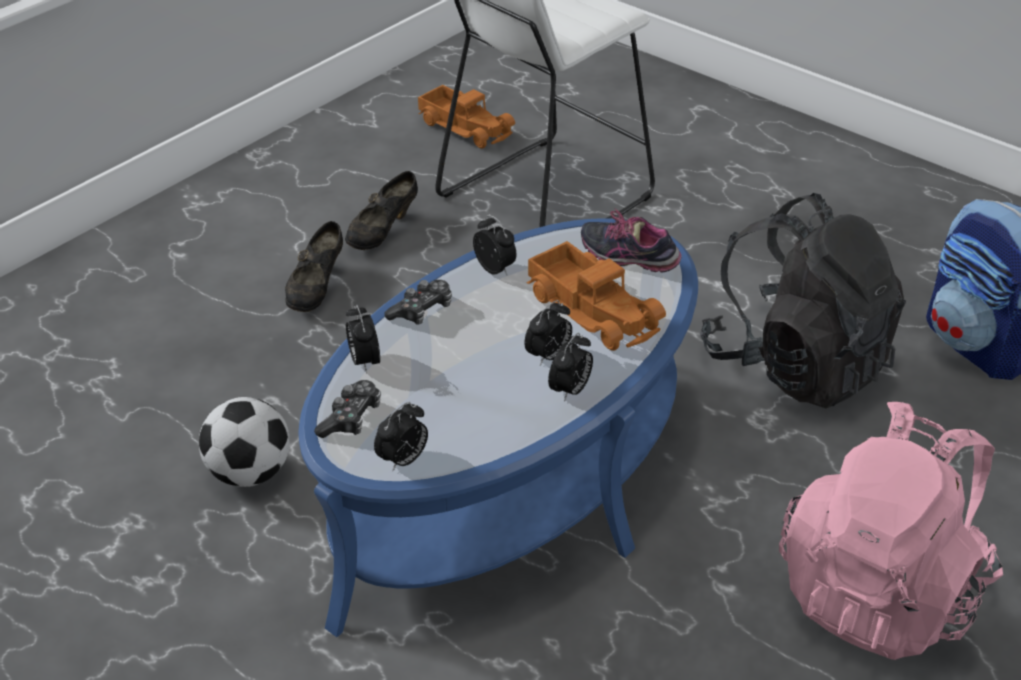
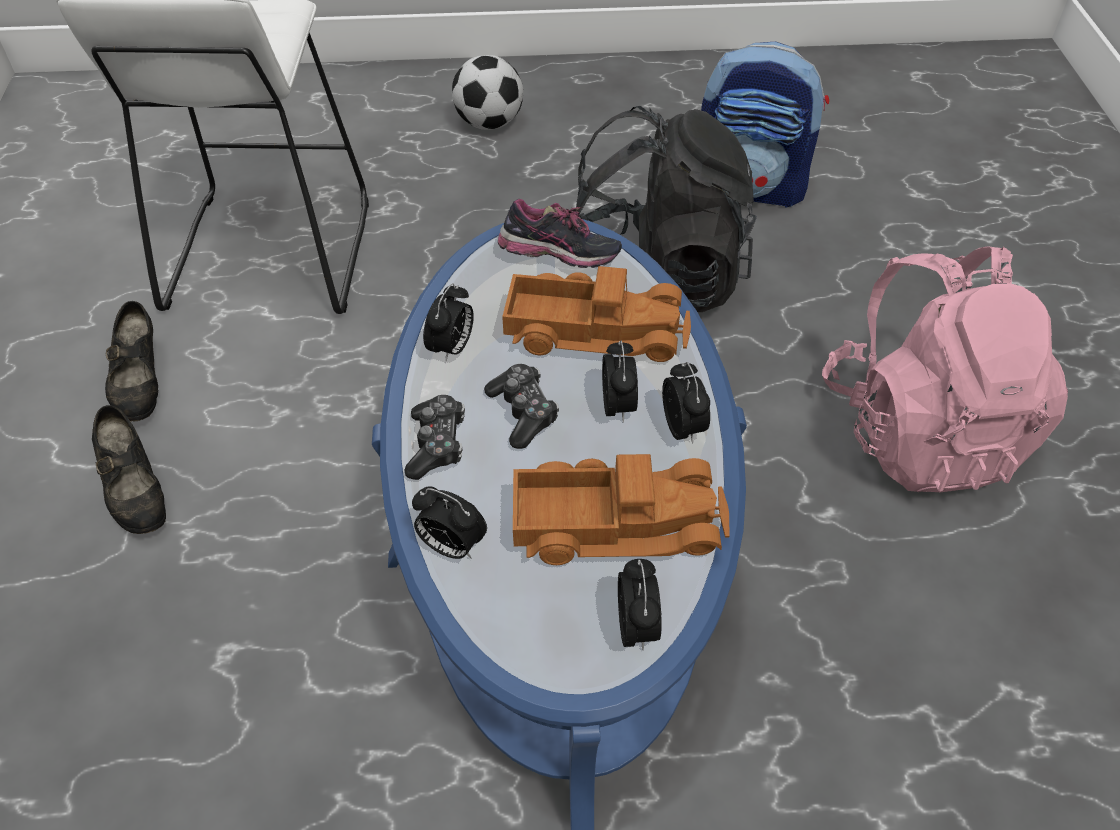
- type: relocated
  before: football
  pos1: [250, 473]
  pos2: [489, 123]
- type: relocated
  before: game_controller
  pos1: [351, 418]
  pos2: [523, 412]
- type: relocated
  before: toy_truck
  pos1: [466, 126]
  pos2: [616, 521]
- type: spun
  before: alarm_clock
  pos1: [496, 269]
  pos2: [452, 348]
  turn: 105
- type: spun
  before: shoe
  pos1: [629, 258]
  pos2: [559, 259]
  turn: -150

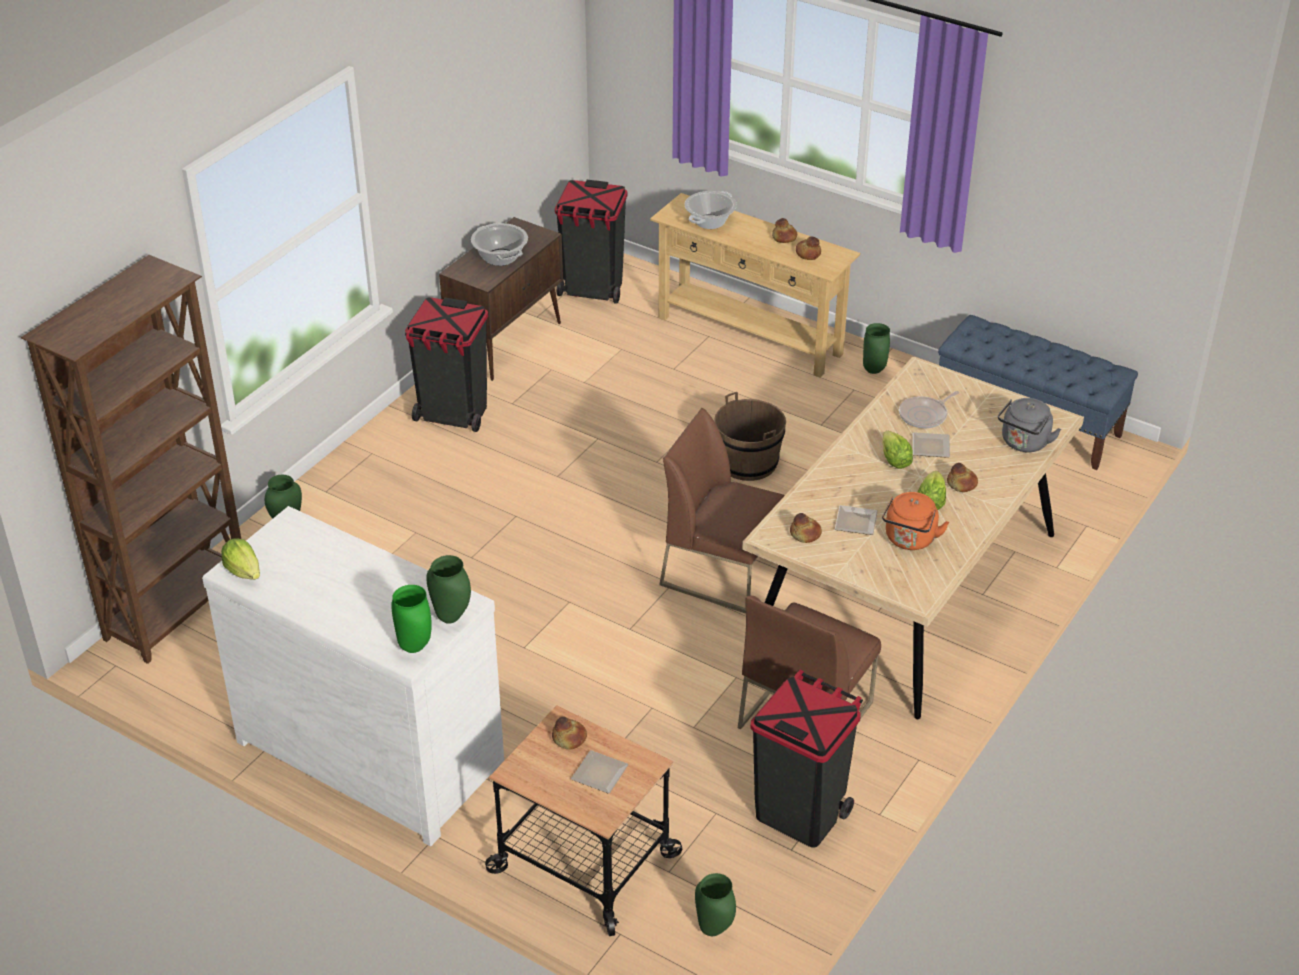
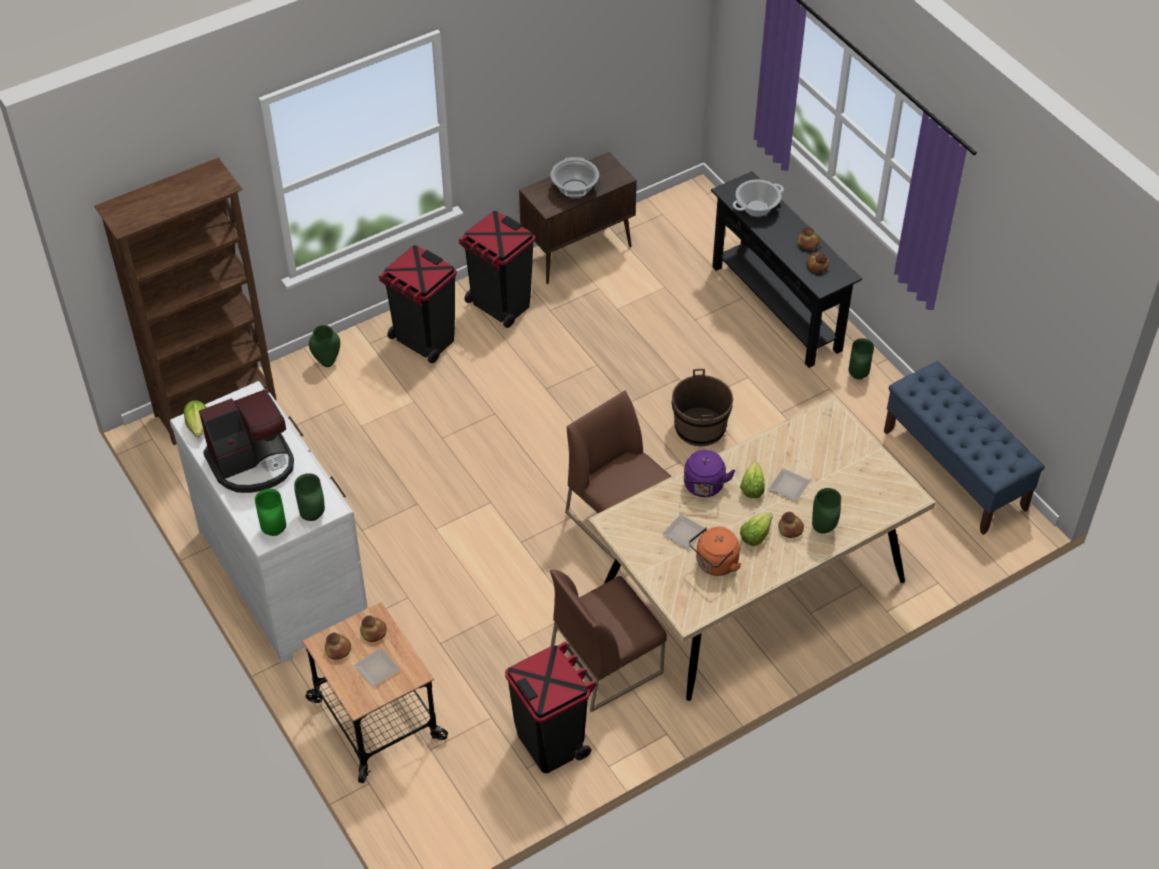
- type: missing
  before: frying_pan
  pos1: [925, 415]
- type: missing
  before: grey_kettle
  pos1: [1024, 443]
- type: appeared
  after: coffee_machine
  pos2: [253, 463]
- type: appeared
  after: purple_kettle
  pos2: [704, 487]
- type: relocated
  before: black_trash_can
  pos1: [592, 290]
  pos2: [424, 340]
- type: relocated
  before: green_vase
  pos1: [713, 930]
  pos2: [822, 529]
- type: relocated
  before: bread
  pos1: [805, 534]
  pos2: [337, 649]
- type: colour
  before: beige_console_table
  after: black_console_table
  pos1: [750, 335]
  pos2: [776, 308]

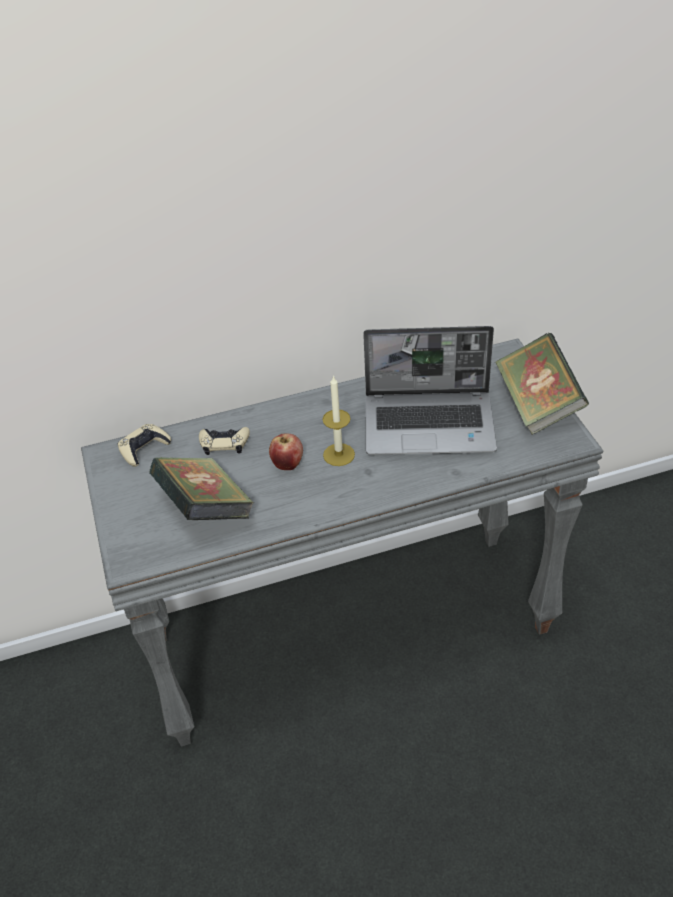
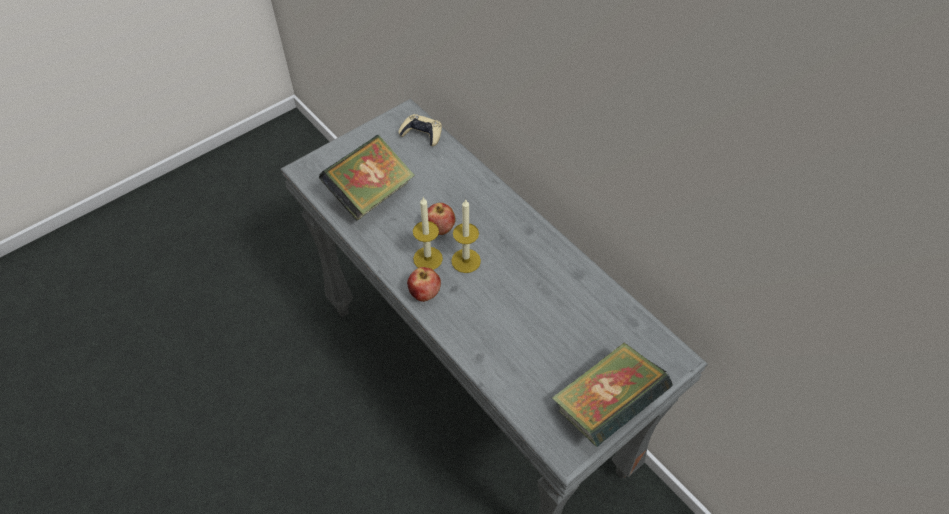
- type: missing
  before: beige_game_controller
  pos1: [224, 443]
- type: missing
  before: laptop
  pos1: [430, 424]
- type: appeared
  after: apple
  pos2: [424, 294]
- type: appeared
  after: candle
  pos2: [428, 258]

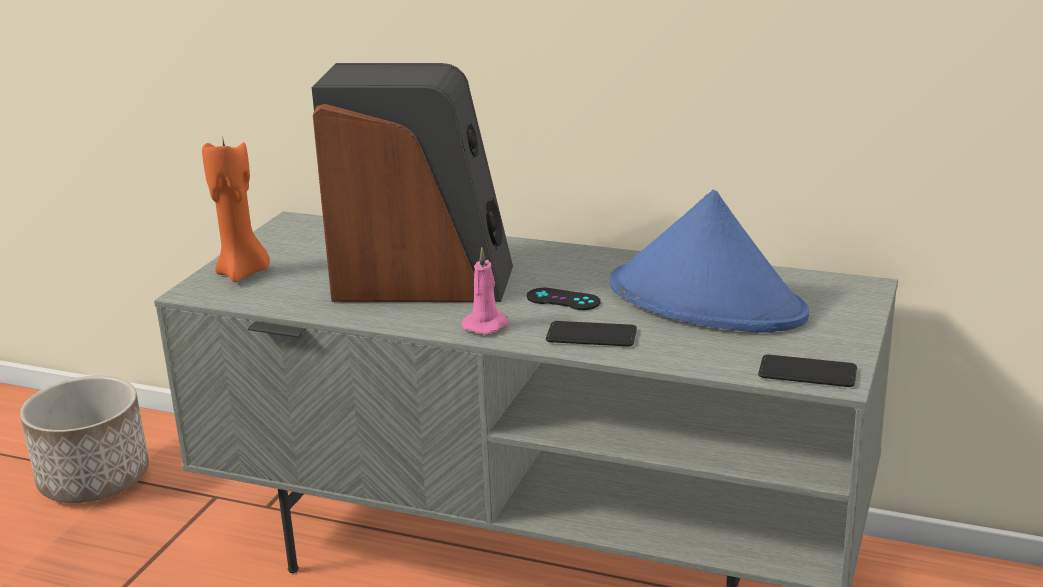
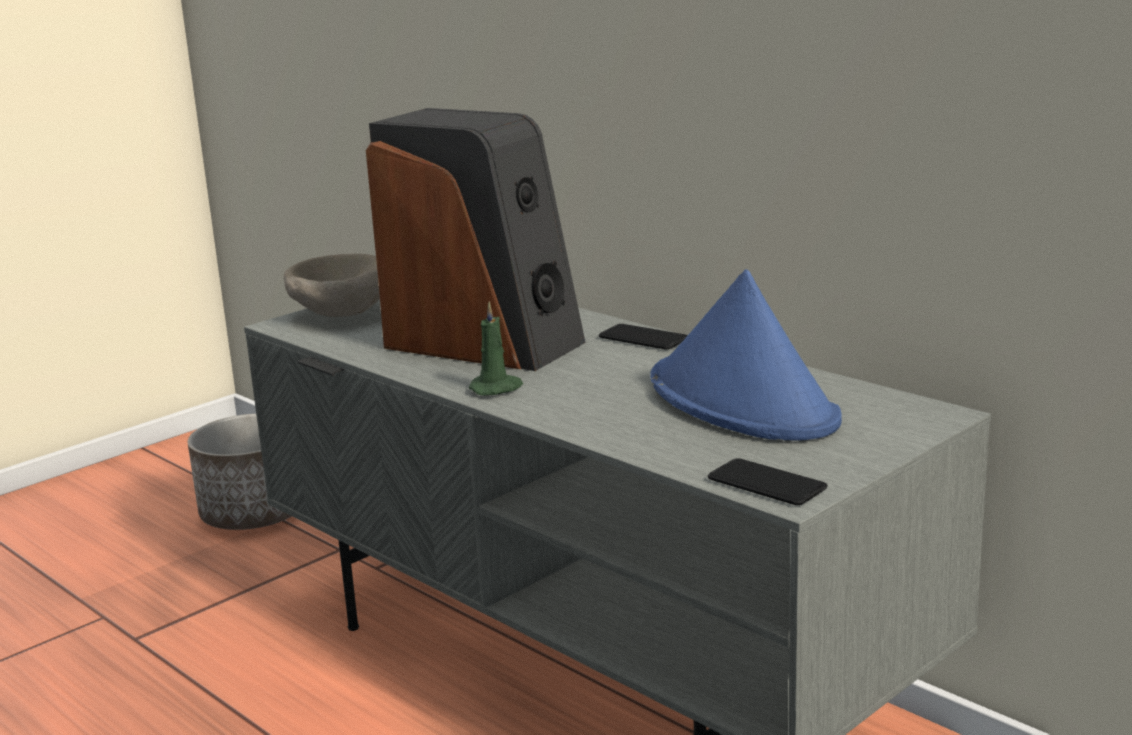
- type: missing
  before: black_game_controller
  pos1: [563, 300]
- type: relocated
  before: phone
  pos1: [591, 335]
  pos2: [643, 338]
- type: exchanged
  before: orange_candle
  after: beige_bowl
  pos1: [243, 273]
  pos2: [340, 315]
- type: colour
  before: pink_candle
  after: green_candle
  pos1: [487, 325]
  pos2: [497, 388]

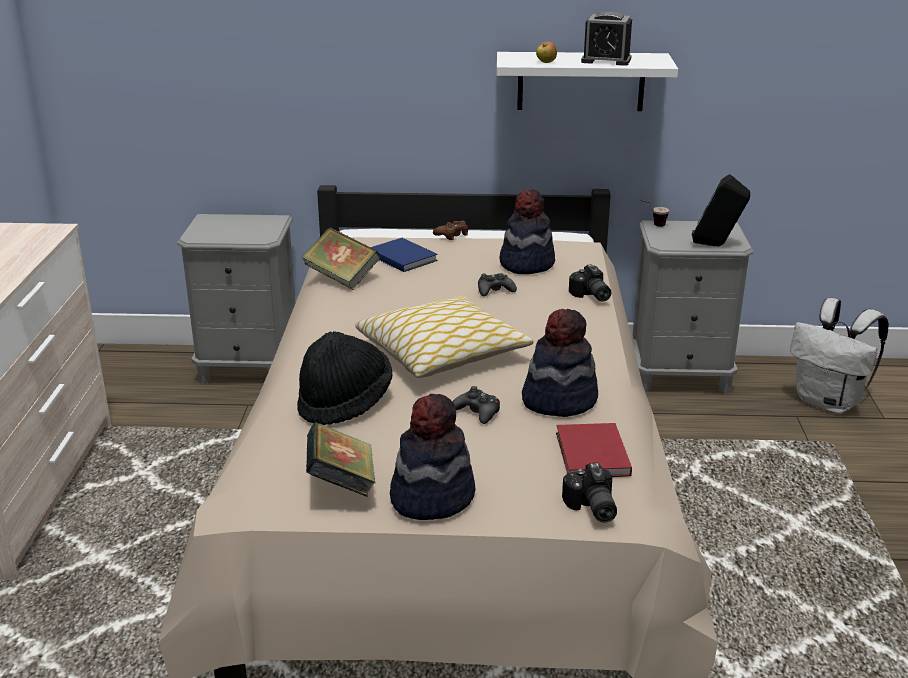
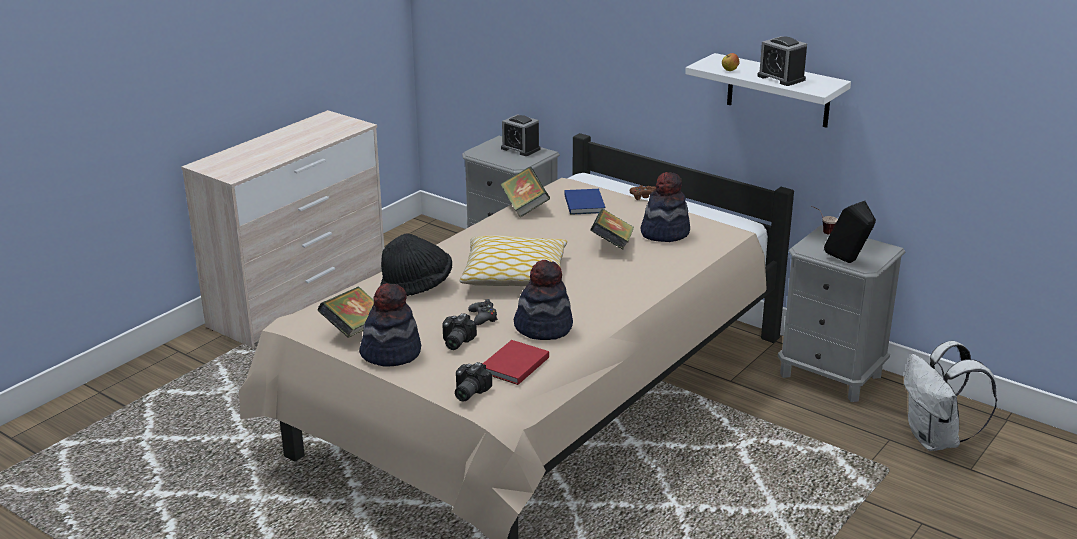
- type: appeared
  after: alarm_clock
  pos2: [520, 149]
- type: relocated
  before: photo_camera
  pos1: [590, 296]
  pos2: [455, 342]
- type: exchanged
  before: black_game_controller
  after: book
  pos1: [495, 290]
  pos2: [612, 245]

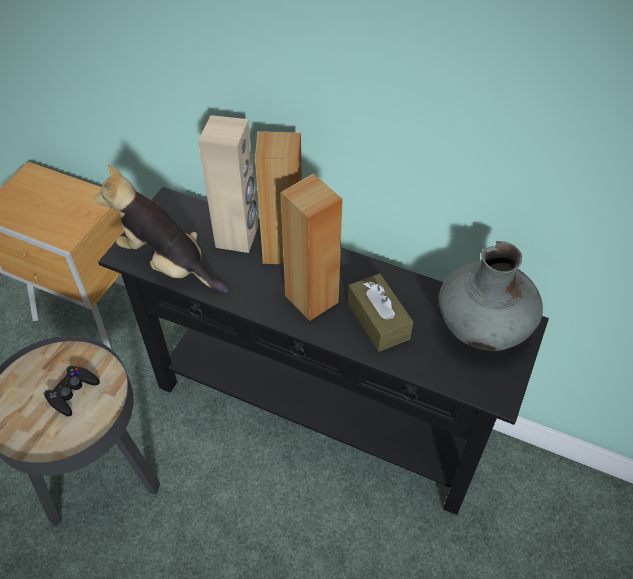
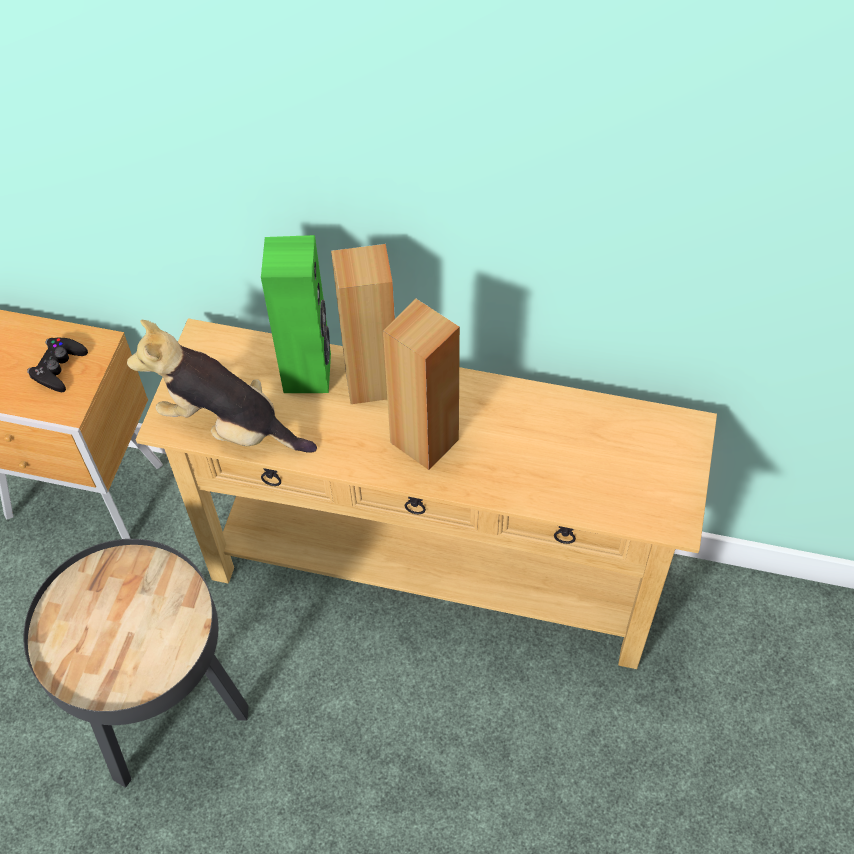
- type: missing
  before: brown_tissue_box
  pos1: [378, 320]
- type: missing
  before: grey_vase
  pos1: [483, 328]
- type: relocated
  before: black_game_controller
  pos1: [72, 392]
  pos2: [59, 368]
- type: colour
  before: black_console_table
  after: beige_console_table
  pos1: [317, 413]
  pos2: [432, 574]
- type: colour
  before: beige_speaker
  after: green_speaker
  pos1: [237, 236]
  pos2: [308, 373]

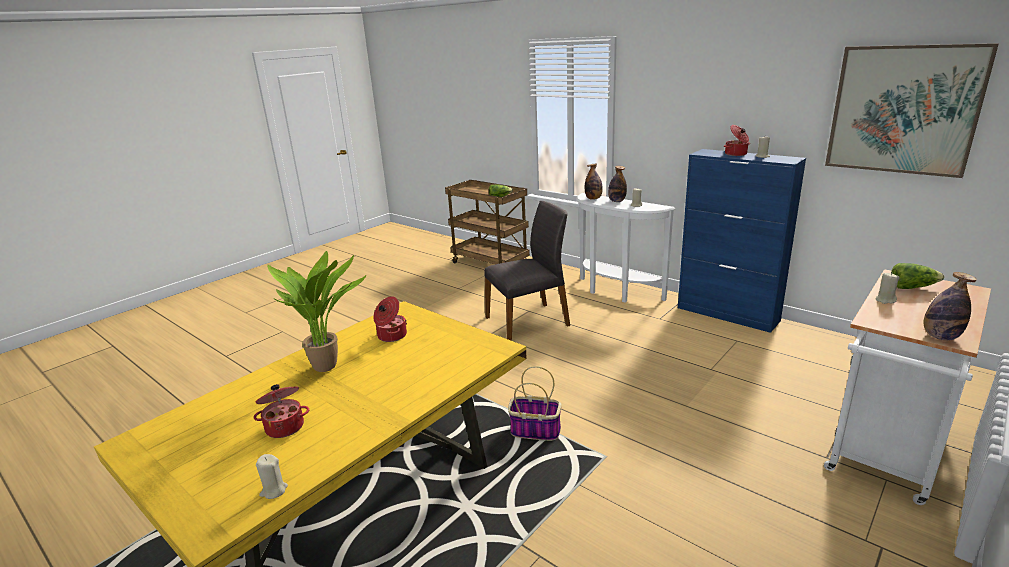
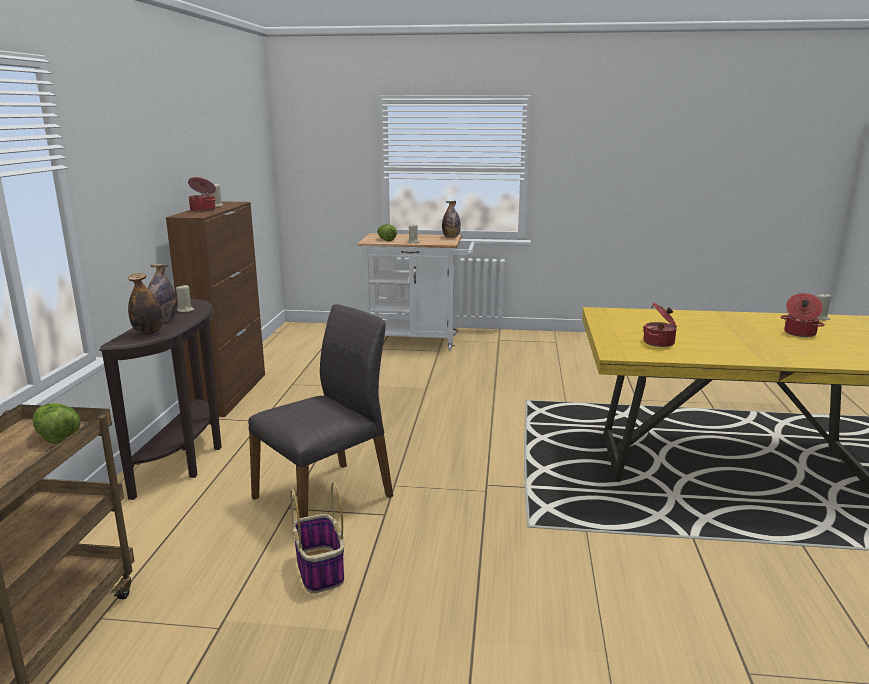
- type: missing
  before: potted_plant
  pos1: [329, 365]
- type: missing
  before: picture
  pos1: [903, 110]
- type: relocated
  before: basket
  pos1: [534, 431]
  pos2: [320, 570]
- type: colour
  before: white_console_table
  after: brown_console_table
  pos1: [615, 292]
  pos2: [187, 460]
- type: colour
  before: blue_cabinet
  after: brown_cabinet
  pos1: [728, 314]
  pos2: [230, 393]
- type: spun
  before: grey_chair
  pos1: [528, 321]
  pos2: [325, 497]
  turn: 105

